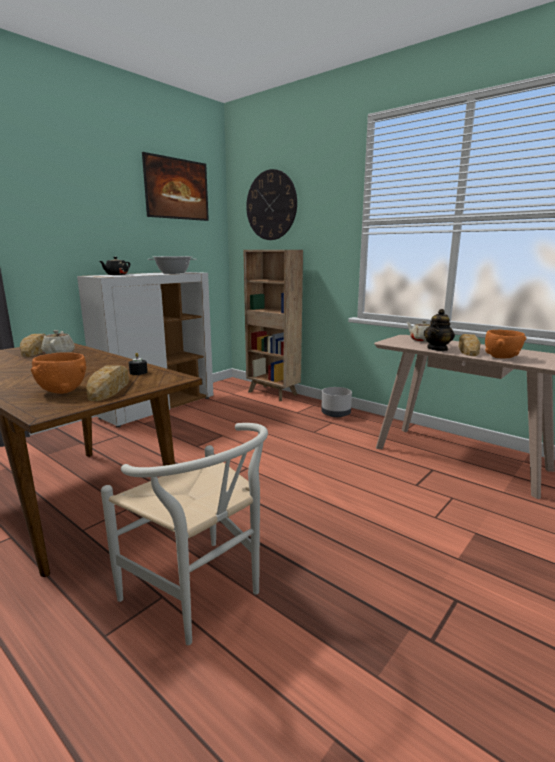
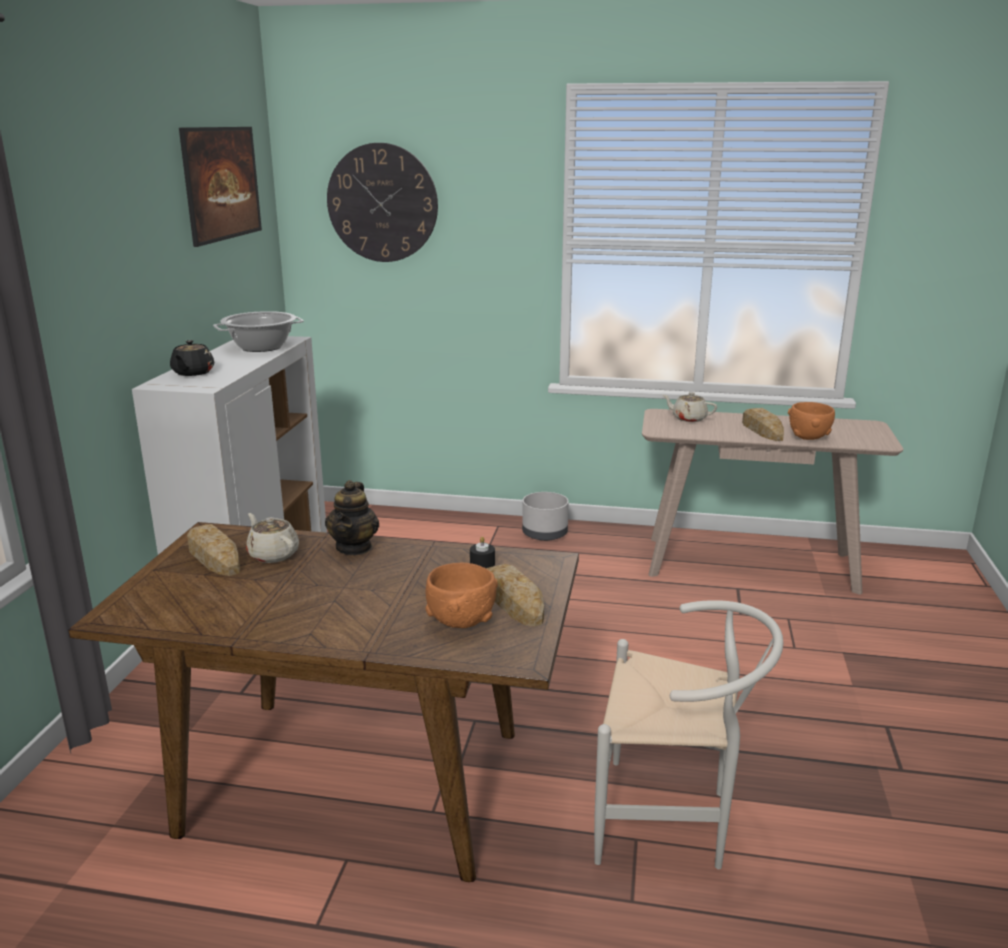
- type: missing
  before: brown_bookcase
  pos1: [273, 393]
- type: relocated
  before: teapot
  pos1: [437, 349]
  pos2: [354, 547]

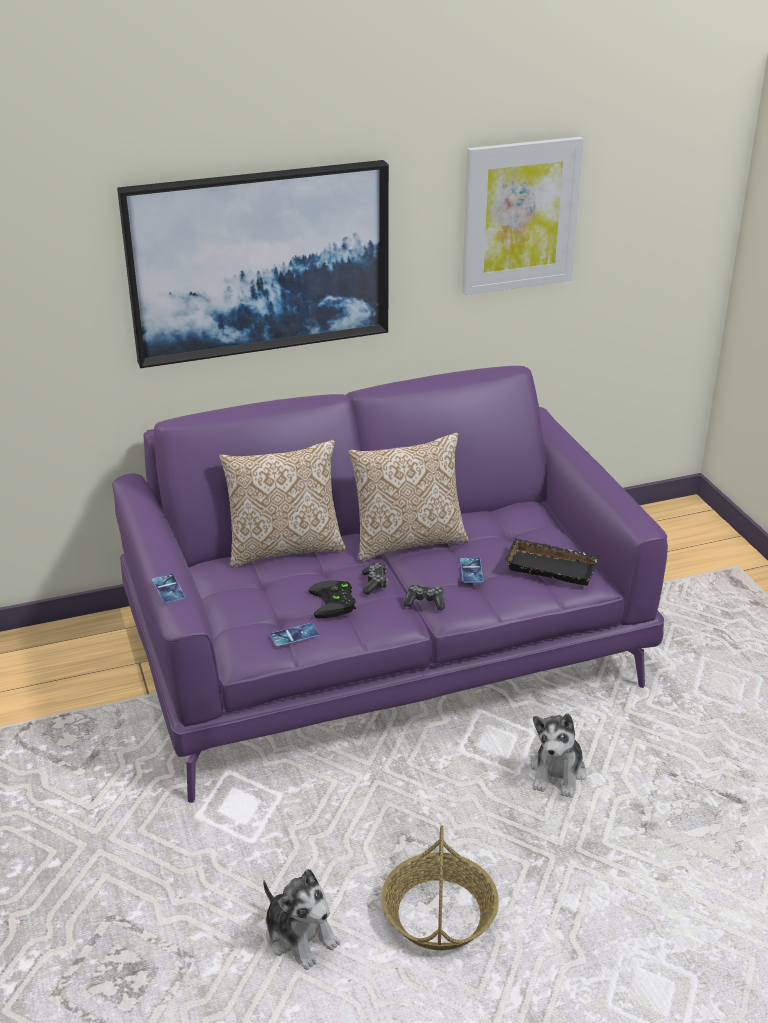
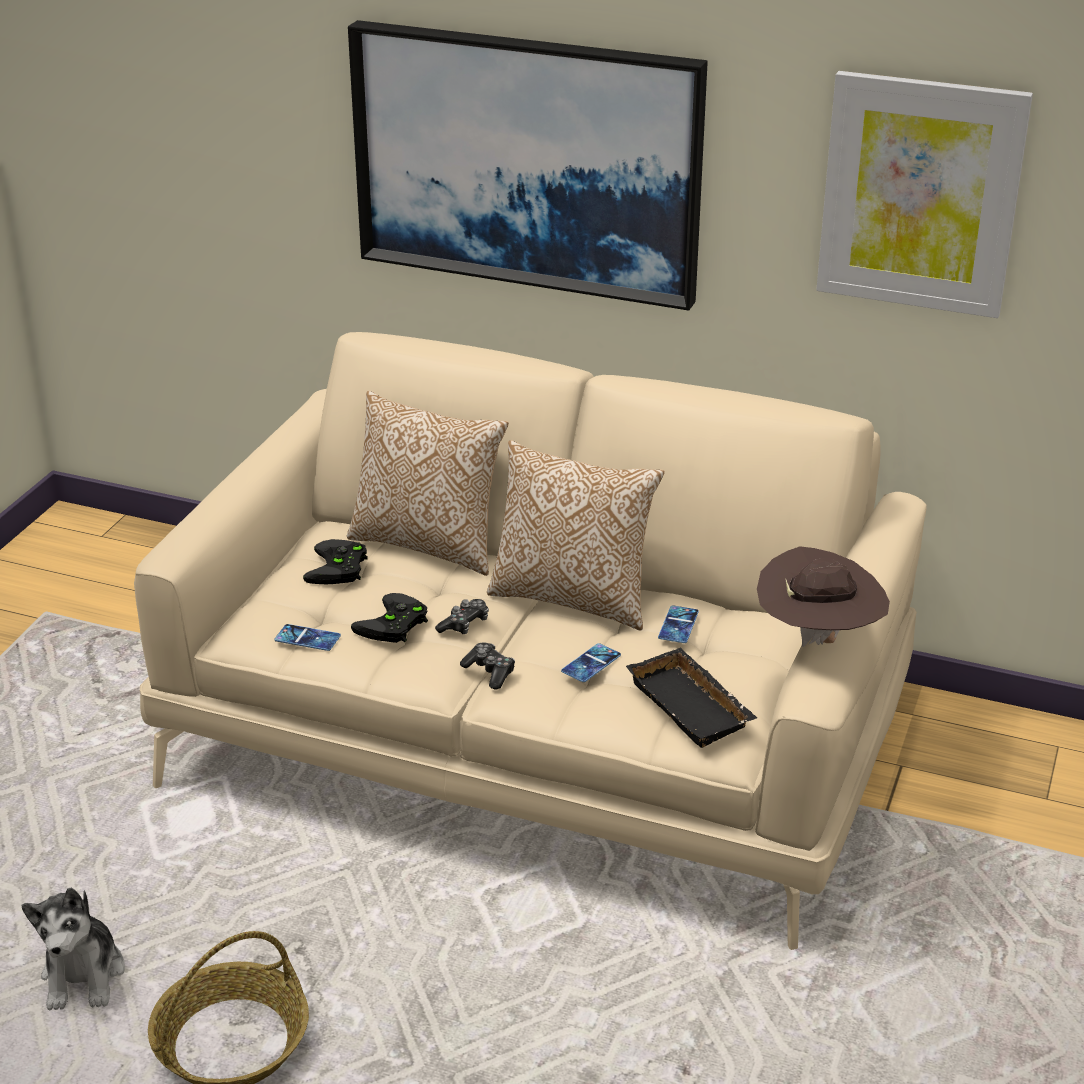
- type: missing
  before: plush_toy
  pos1: [558, 773]
- type: appeared
  after: black_game_controller
  pos2: [339, 568]
- type: appeared
  after: brown_hat
  pos2: [818, 638]
- type: relocated
  before: phone
  pos1: [168, 589]
  pos2: [678, 625]
- type: colour
  before: purple_sofa
  after: beige_sofa
  pos1: [384, 649]
  pos2: [541, 737]

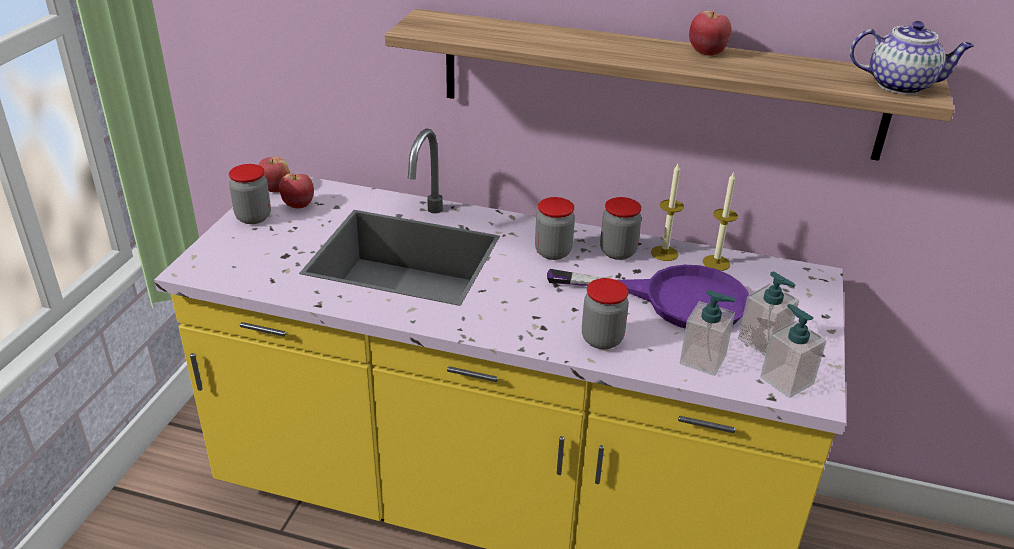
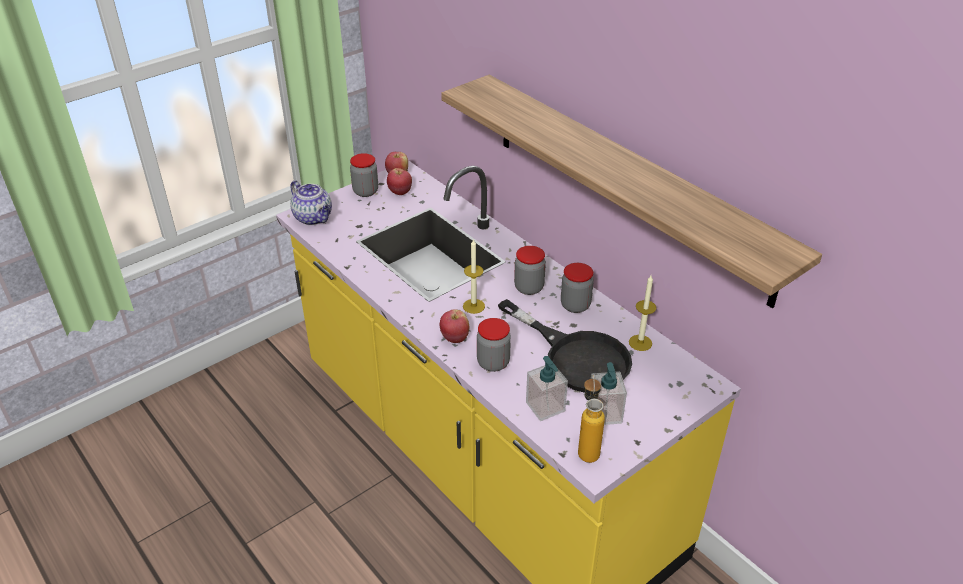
- type: relocated
  before: candle
  pos1: [664, 253]
  pos2: [473, 306]
- type: relocated
  before: apple
  pos1: [707, 53]
  pos2: [454, 338]
- type: relocated
  before: teapot
  pos1: [901, 85]
  pos2: [314, 218]
- type: exchanged
  before: soap_dispenser
  after: bottle
  pos1: [786, 380]
  pos2: [587, 448]
- type: colour
  before: purple_frying_pan
  after: black_frying_pan
  pos1: [674, 299]
  pos2: [576, 356]

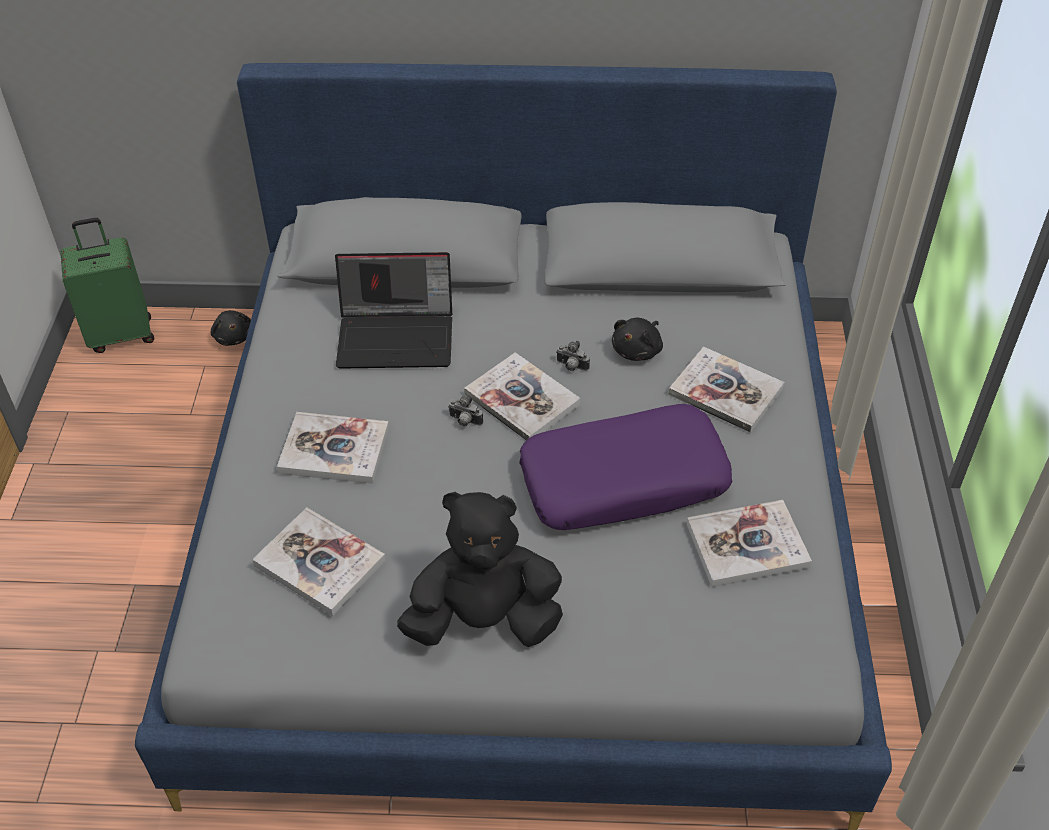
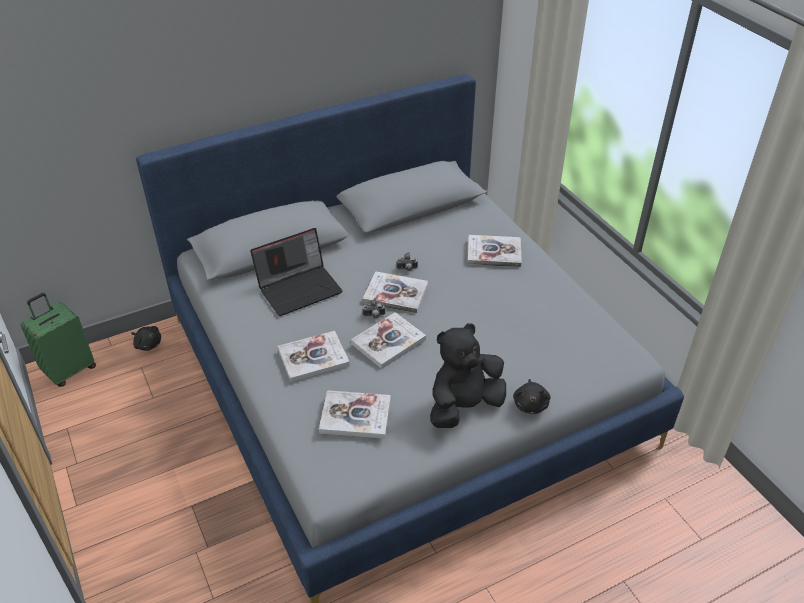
- type: missing
  before: purple_pillow
  pos1: [624, 480]
- type: relocated
  before: black_plush_toy
  pos1: [638, 350]
  pos2: [530, 404]
- type: relocated
  before: book
  pos1: [747, 545]
  pos2: [388, 341]

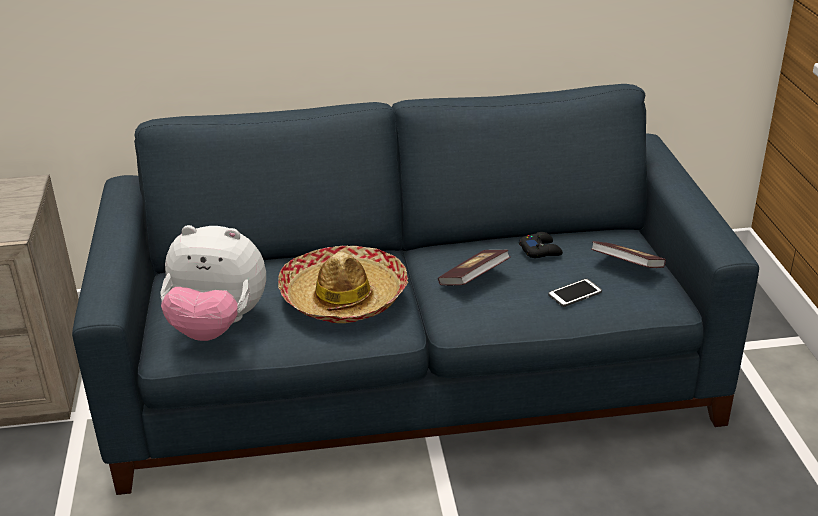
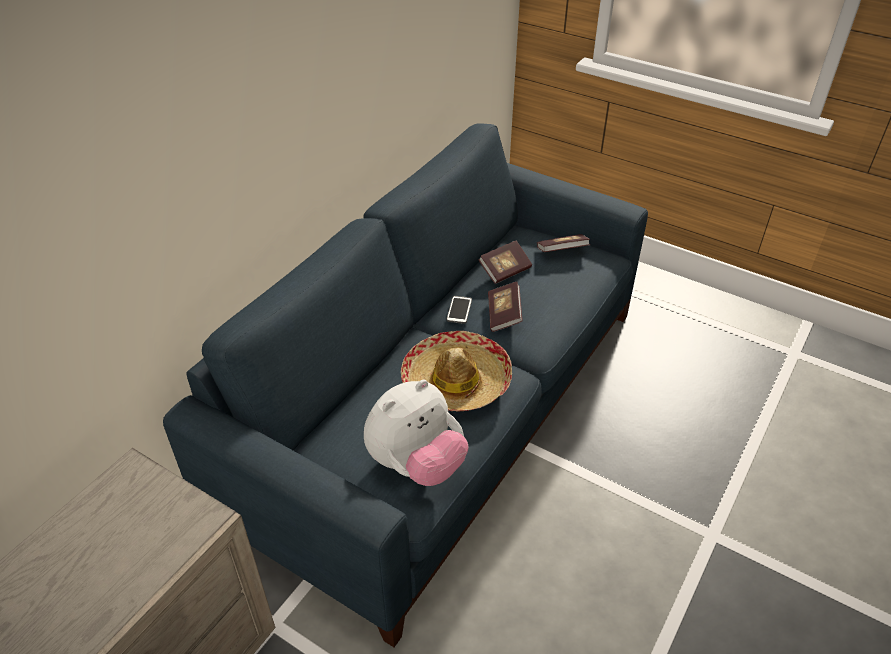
- type: relocated
  before: phone
  pos1: [575, 294]
  pos2: [459, 310]
- type: exchanged
  before: black_game_controller
  after: book
  pos1: [540, 250]
  pos2: [505, 270]

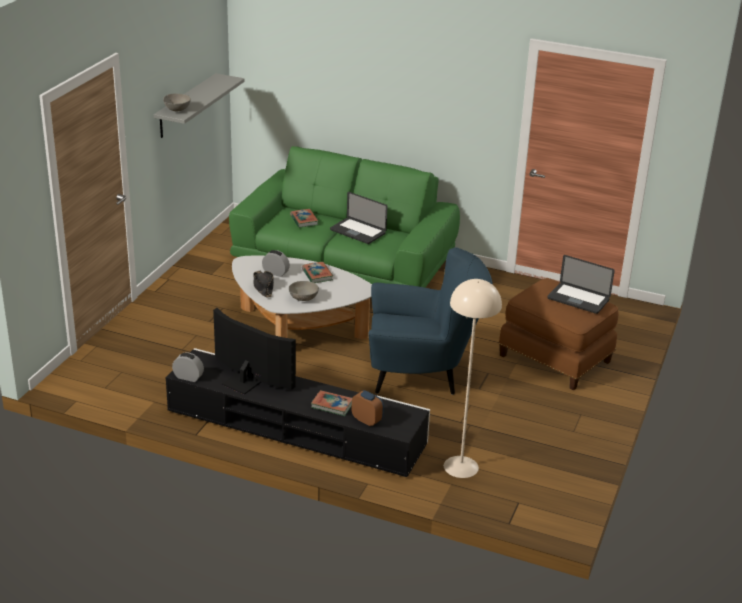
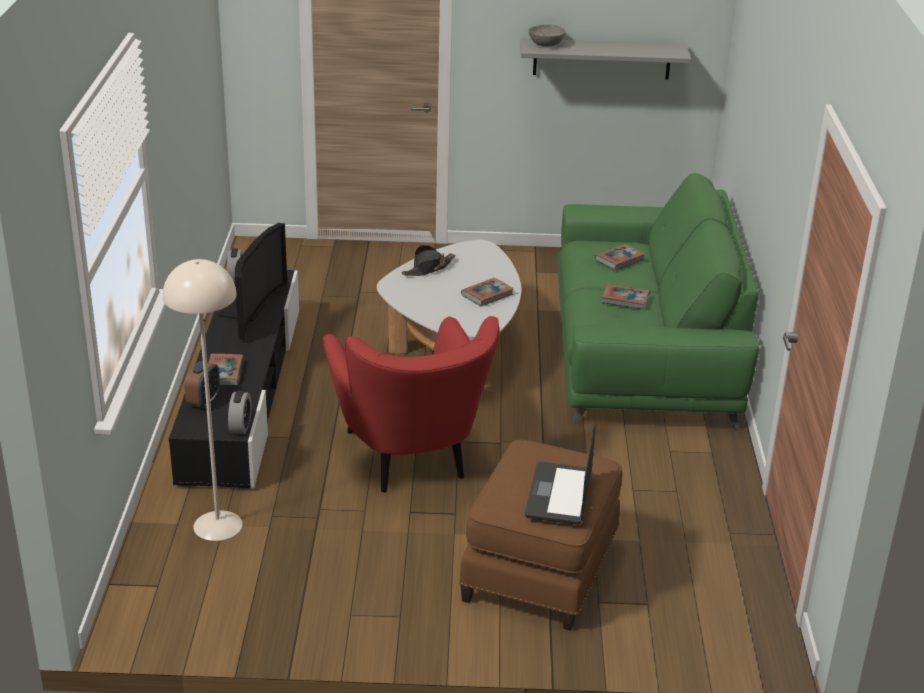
- type: missing
  before: grey_bowl
  pos1: [304, 298]
- type: relocated
  before: alarm_clock
  pos1: [275, 273]
  pos2: [240, 426]
- type: exchanged
  before: laptop
  after: book
  pos1: [357, 232]
  pos2: [625, 300]
- type: colour
  before: blue_armchair
  after: red_armchair
  pos1: [422, 376]
  pos2: [410, 460]

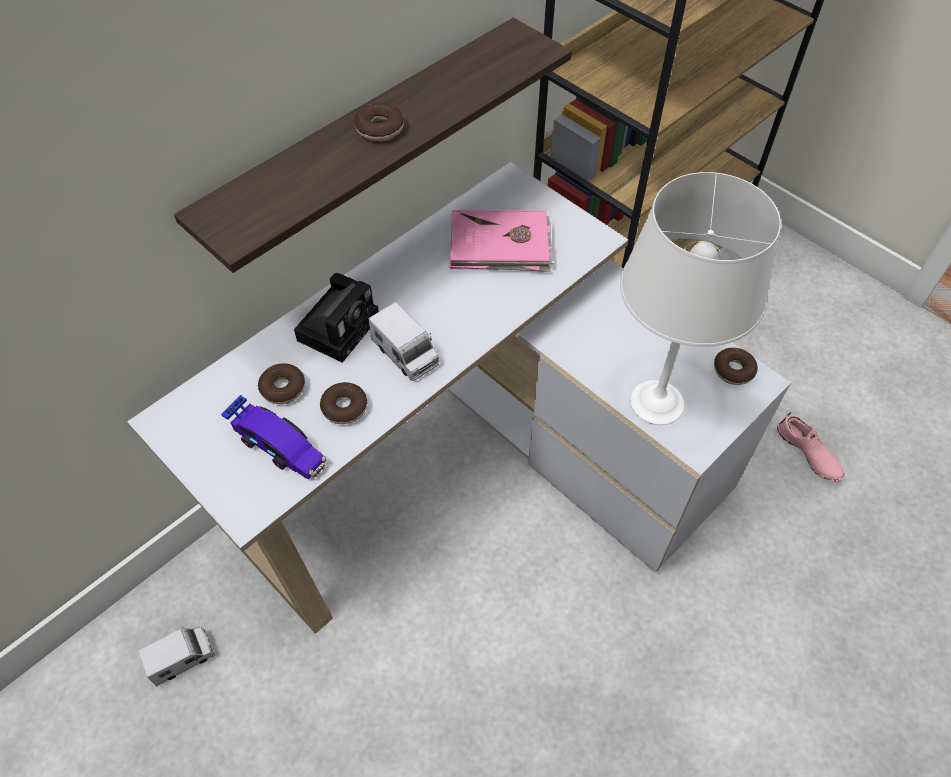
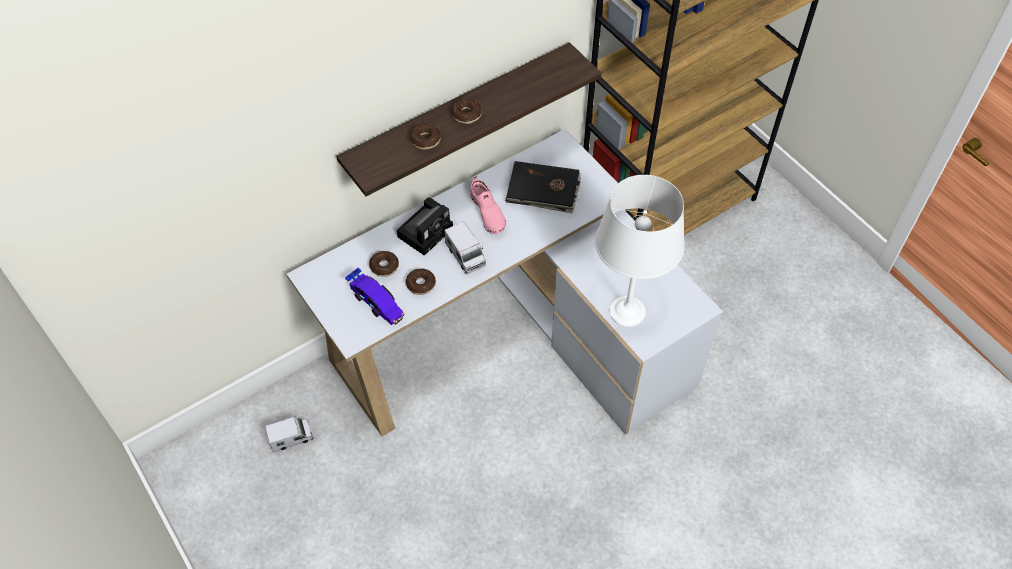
- type: relocated
  before: donut
  pos1: [733, 370]
  pos2: [425, 140]
- type: relocated
  before: pink_shoe
  pos1: [808, 453]
  pos2: [487, 213]
- type: colour
  before: pink_book
  after: black_book
  pos1: [500, 245]
  pos2: [543, 190]

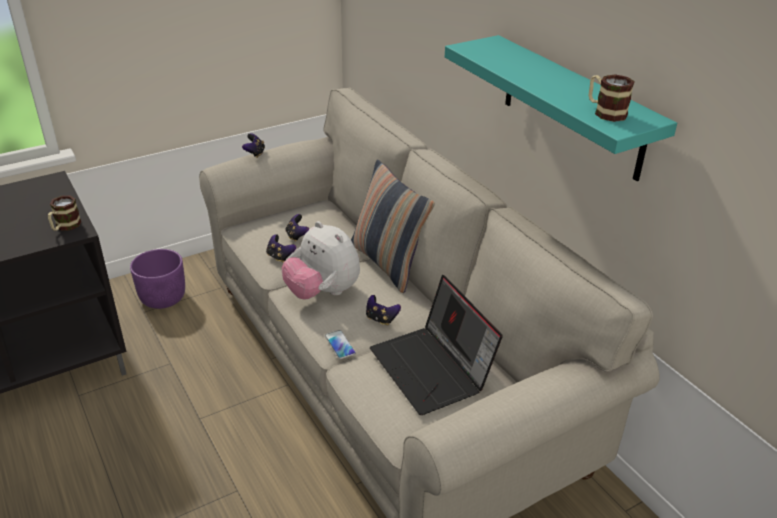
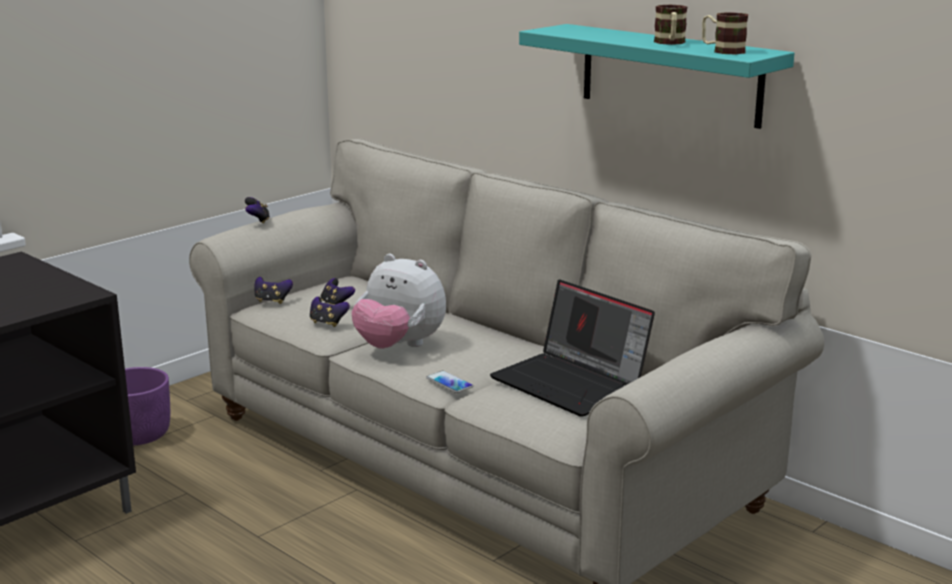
- type: missing
  before: pillow
  pos1: [388, 263]
- type: relocated
  before: mug
  pos1: [65, 227]
  pos2: [670, 43]
- type: relocated
  before: game_controller
  pos1: [381, 319]
  pos2: [272, 301]

